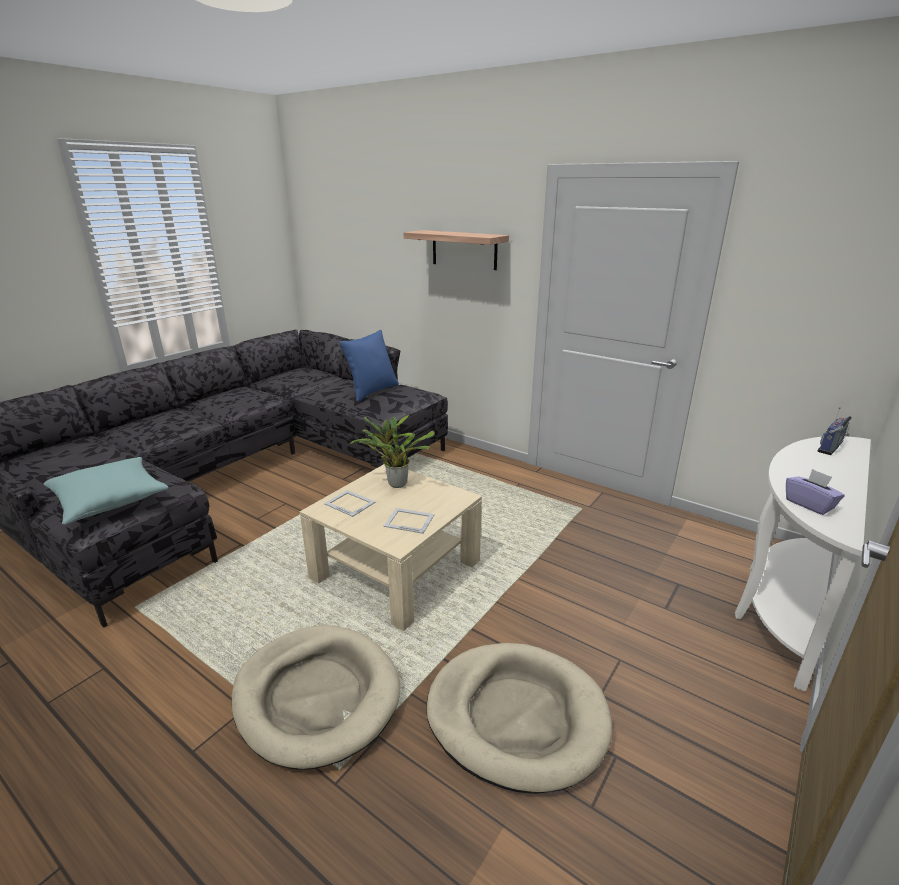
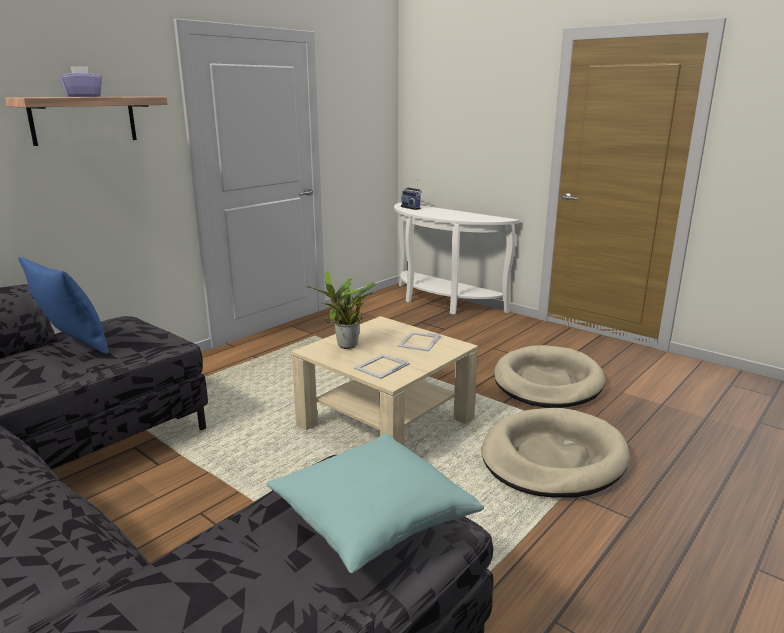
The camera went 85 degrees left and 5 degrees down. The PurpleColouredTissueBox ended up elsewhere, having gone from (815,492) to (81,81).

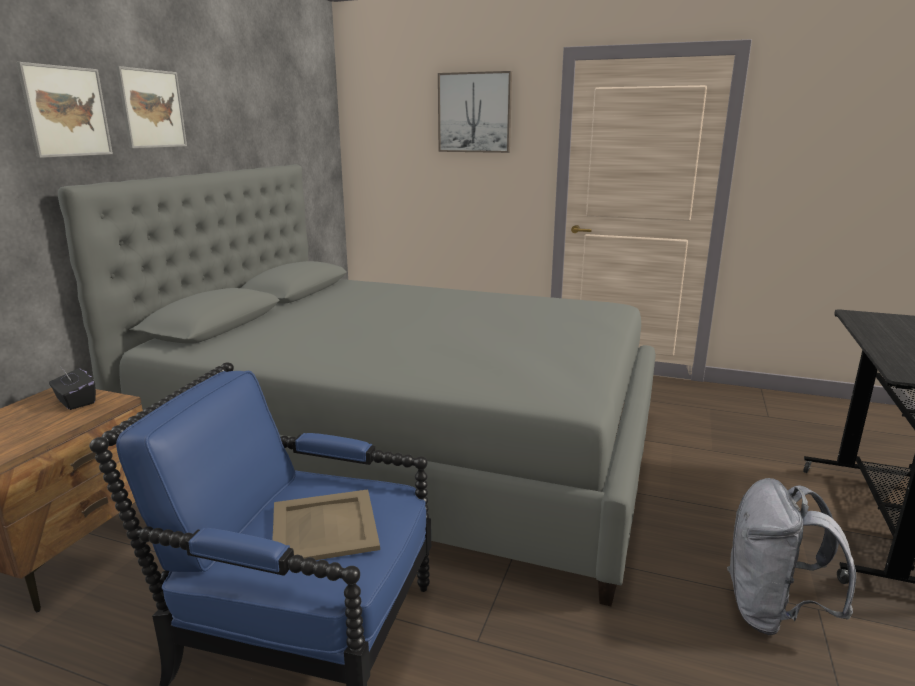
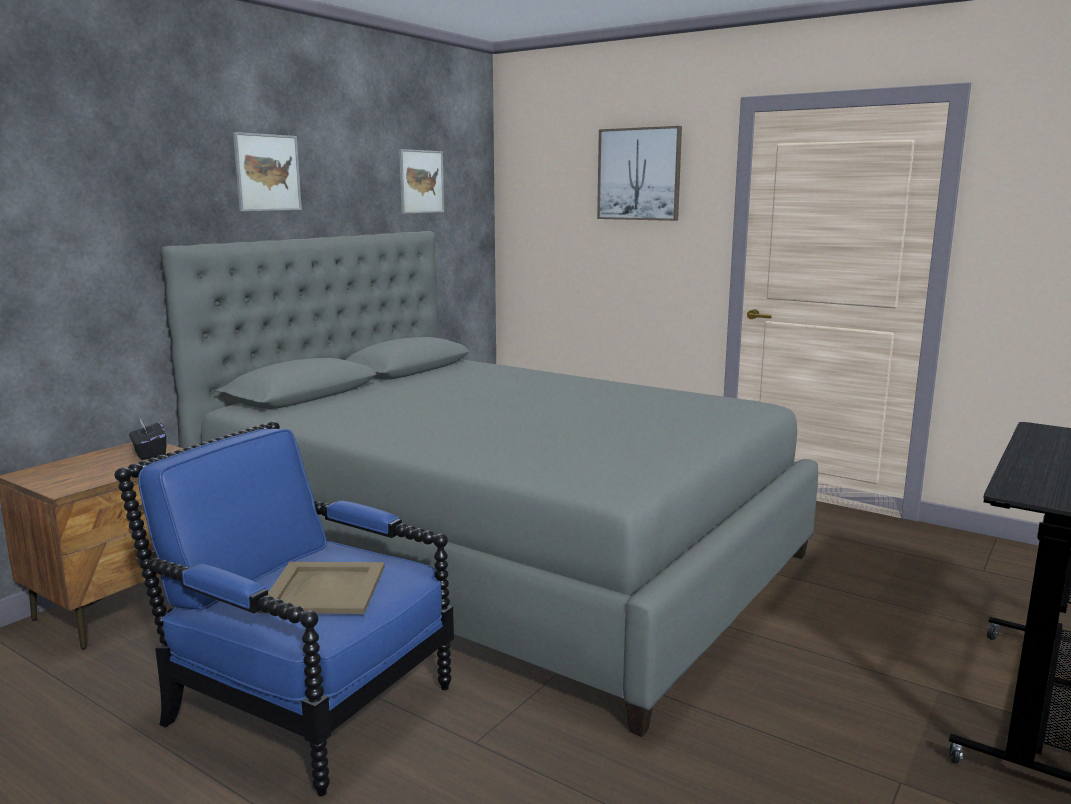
The camera went 15 degrees right and 5 degrees down. The Picture ended up elsewhere, having gone from (65,110) to (421,181). The second view lost the GrayRucksack at (791,556).

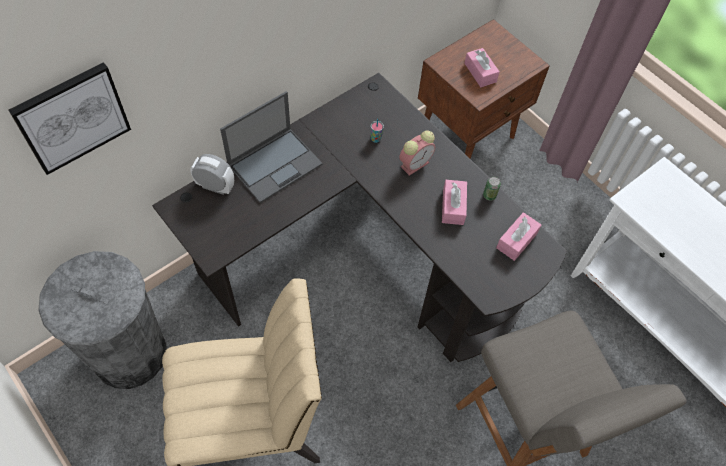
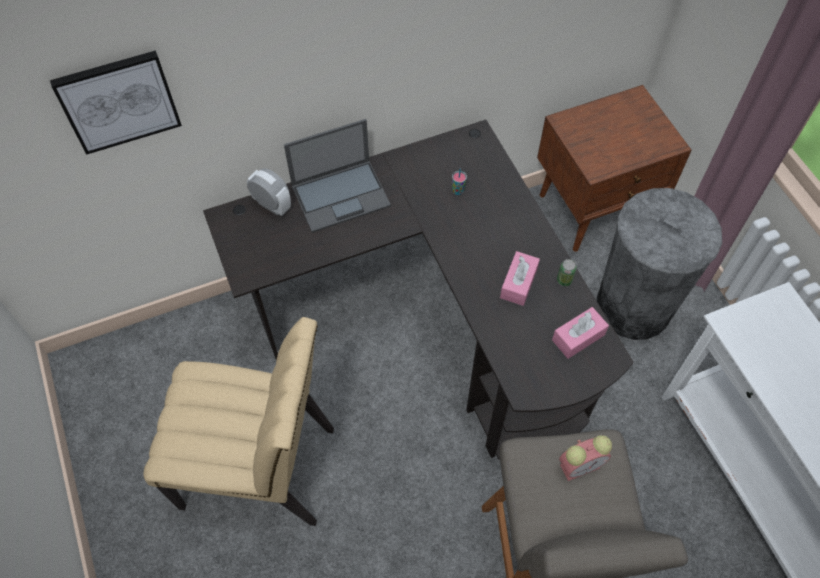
The camera went 20 degrees right and 0 degrees up. The second view lost the PinkTissueBox at (482,67). The BedsideClock ended up elsewhere, having gone from (417,153) to (585,458). The GrayRubbishBin ended up elsewhere, having gone from (102,320) to (659,264).

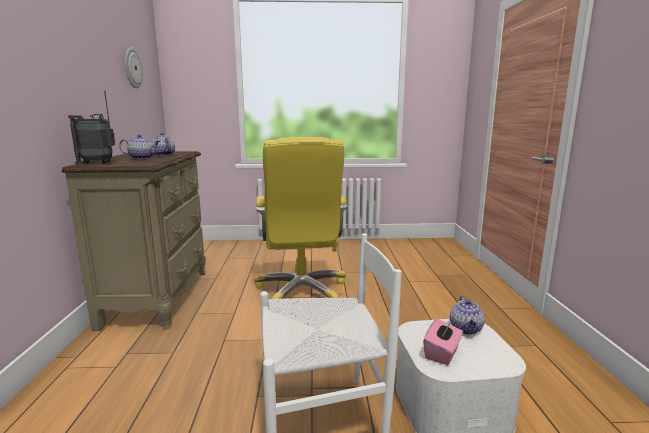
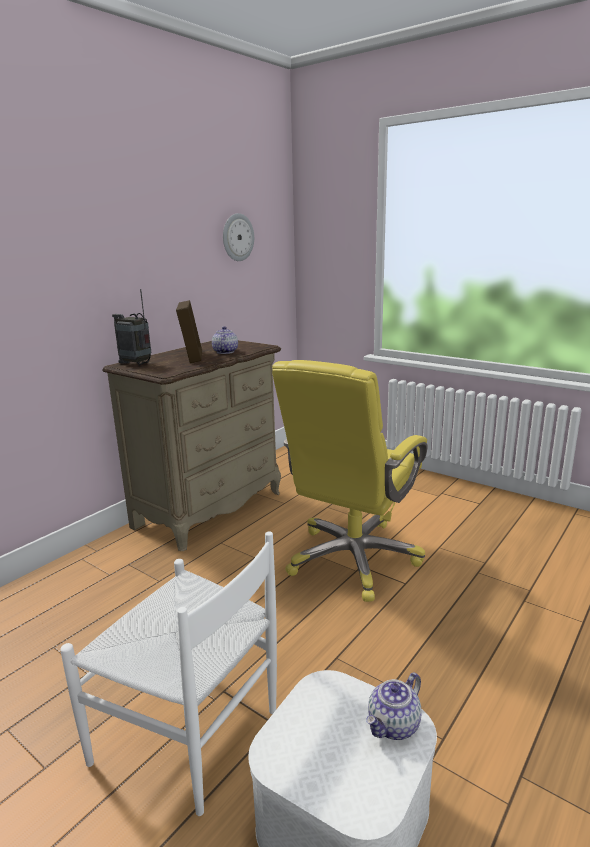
The camera went 40 degrees right and 5 degrees up. Where the PotForTea stood at (139,146), the StandingFrame came to stand at (189,331). The second view lost the PinkTissueBox at (443,342).

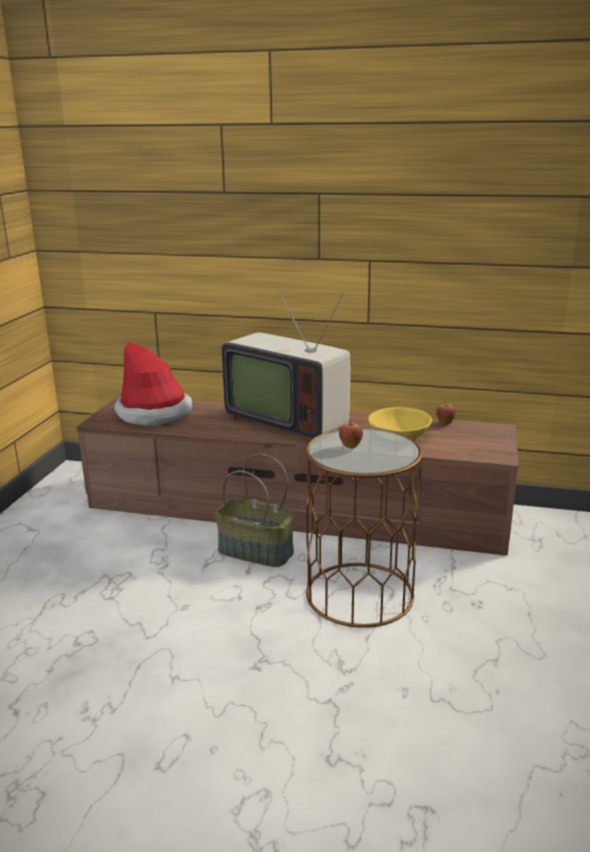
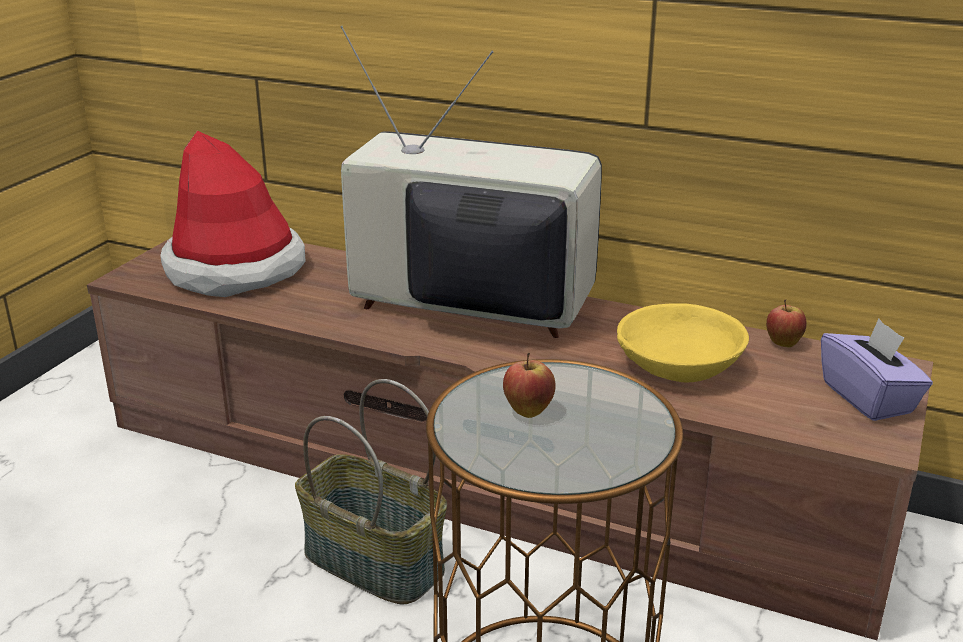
The camera went 10 degrees right and 5 degrees up. The Television at (286,363) ended up facing another way, 150 degrees clockwise from before. The second view gained the PurpleColouredTissueBox at (877,370).

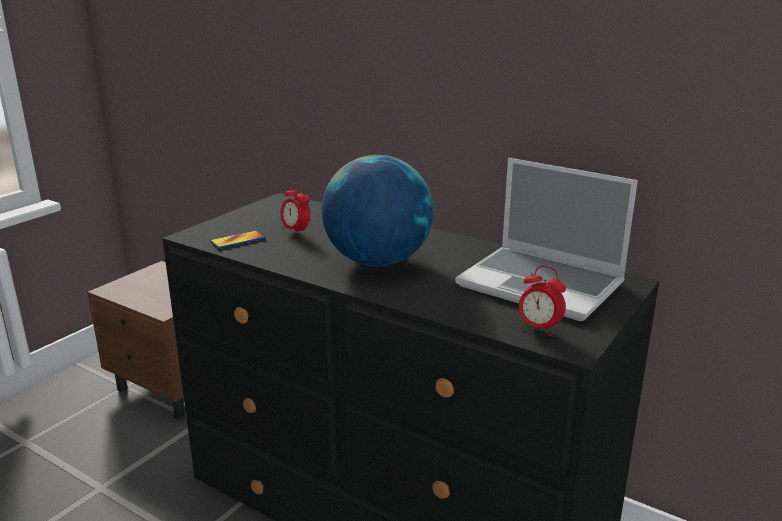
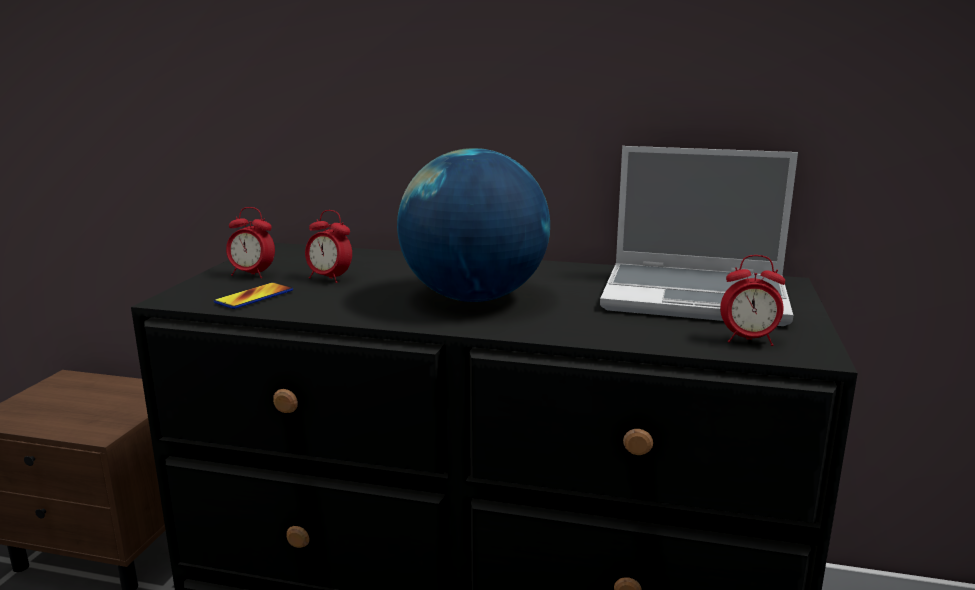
The camera went 20 degrees left and 5 degrees down. The second view gained the BedsideClock at (250,242).

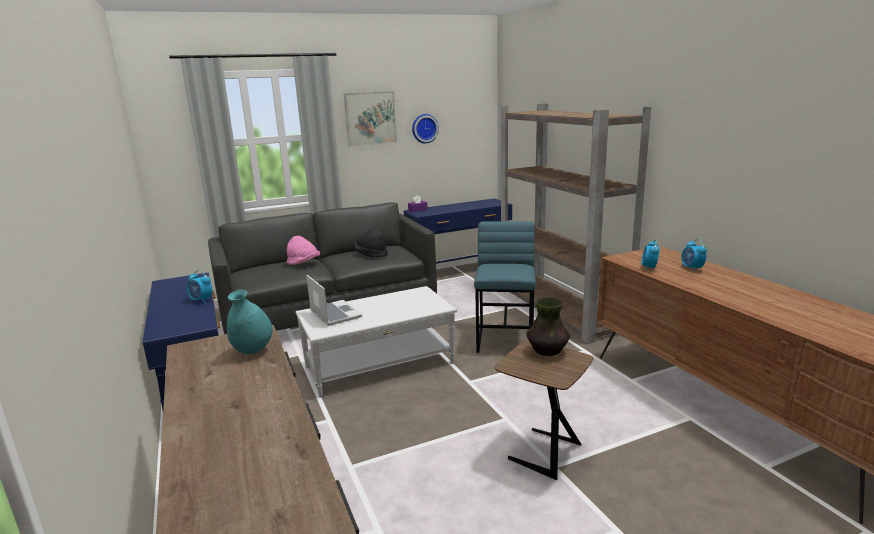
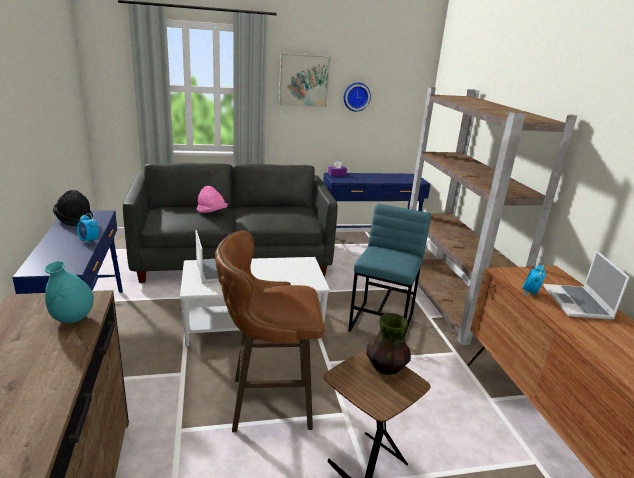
The camera went 10 degrees right and 5 degrees up. The BlackClothingHat ended up elsewhere, having gone from (371,243) to (73,208). Where the BedsideClock stood at (694,255), the PortableComputer came to stand at (586,285). The second view gained the BrownishStoolSeat at (270,331).

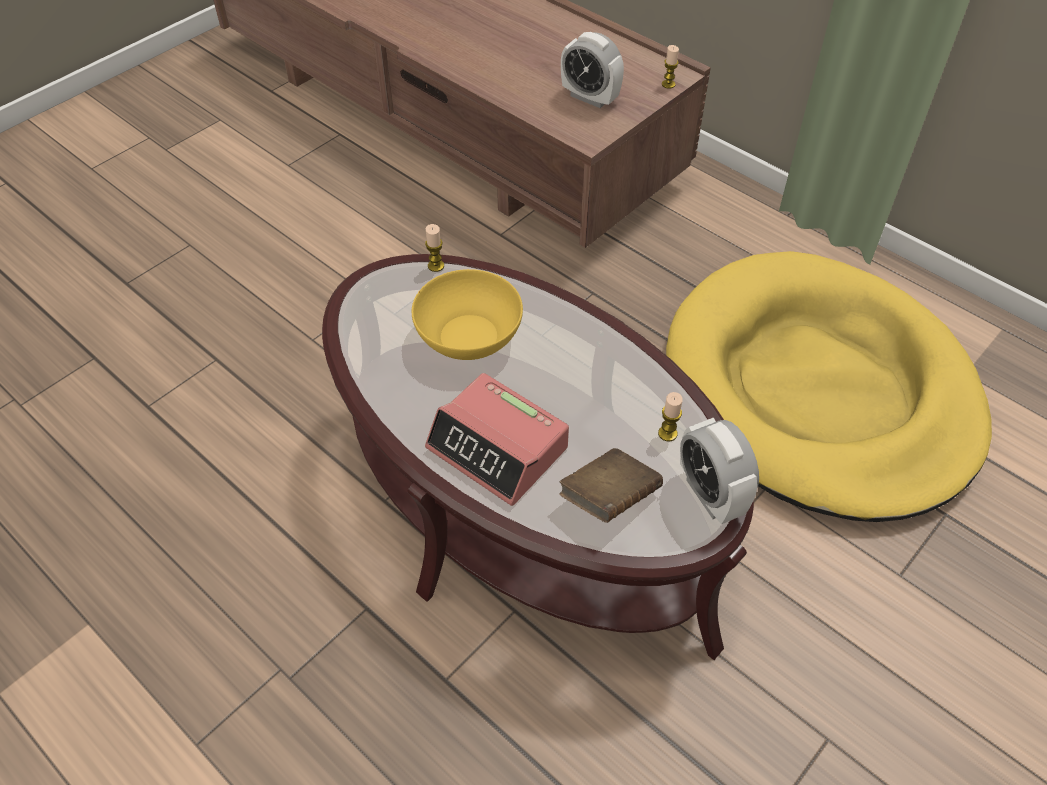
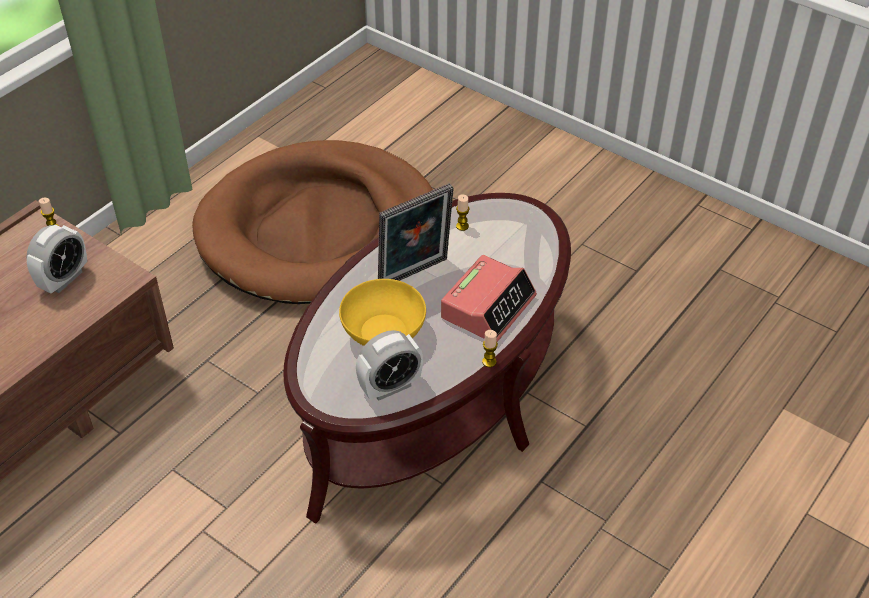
The camera went 95 degrees left and 5 degrees down. The Candle ended up elsewhere, having gone from (434,248) to (490,348). What was the YellowishPetBed at (829,386) turned into the BrownishPetBed at (312,222). The BedsideClock ended up elsewhere, having gone from (719,470) to (389,365). The second view lost the BrownishBook at (611,485). The second view gained the StandingFrame at (416,232).

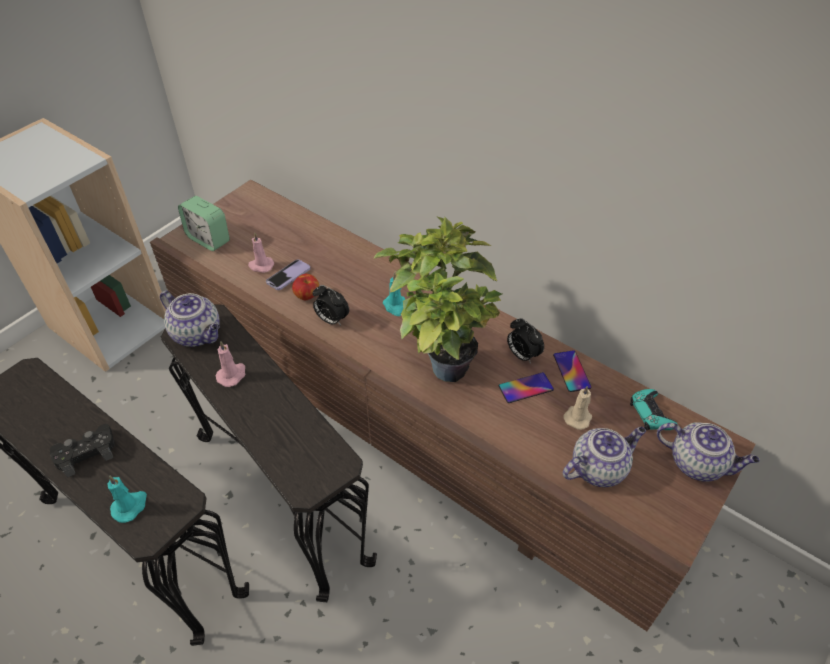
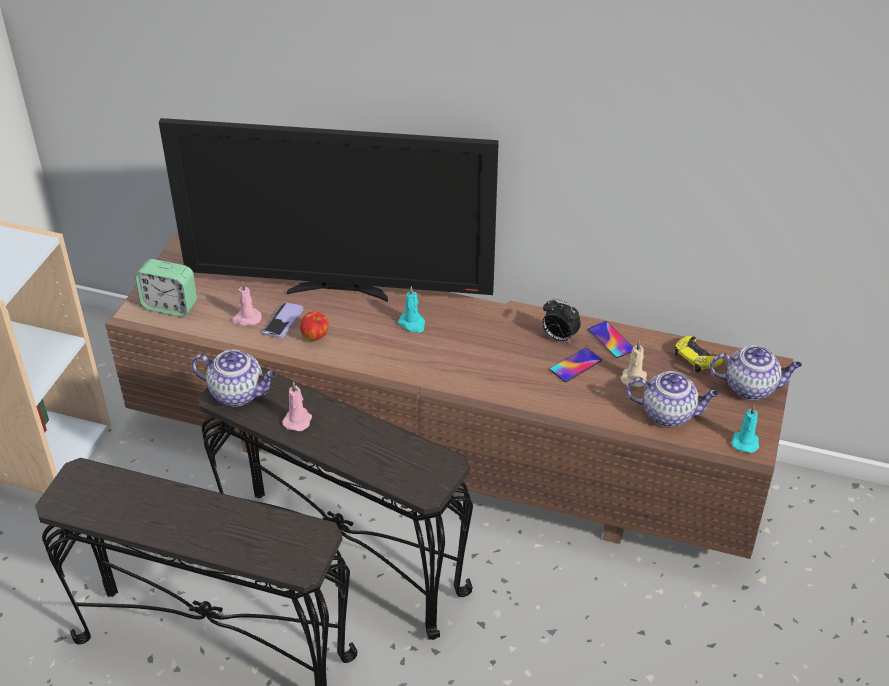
The camera went 20 degrees left and 5 degrees down. The second view lost the PottedPlant at (438,299). The second view lost the BedsideClock at (331,305). What was the BlueGreenGameController at (653,409) turned into the YellowishGameController at (699,354). The second view lost the BlackGameController at (82,450). The PotForTea at (604,457) ended up facing another way, 60 degrees clockwise from before. The BlueGreenCandle ended up elsewhere, having gone from (127,499) to (745,429). The second view gained the Television at (329,210).

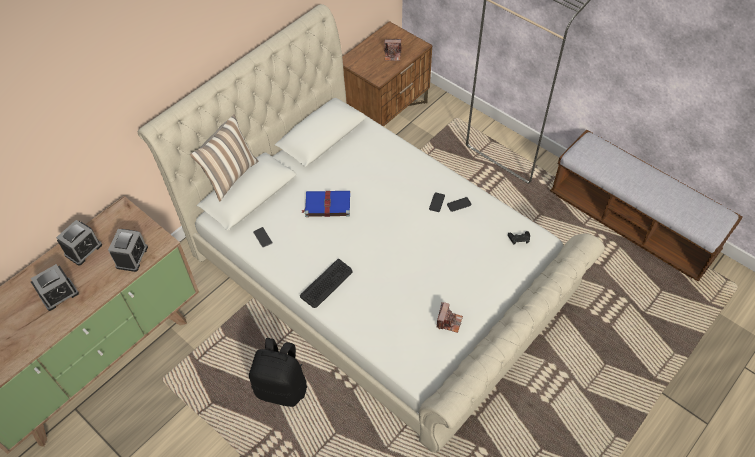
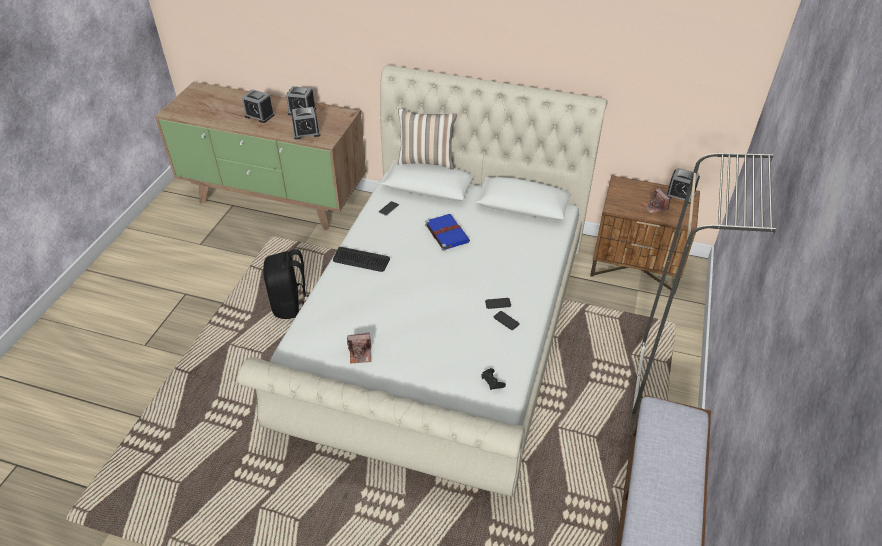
The camera went 65 degrees right and 10 degrees down. The second view gained the BedsideClock at (683,186).

